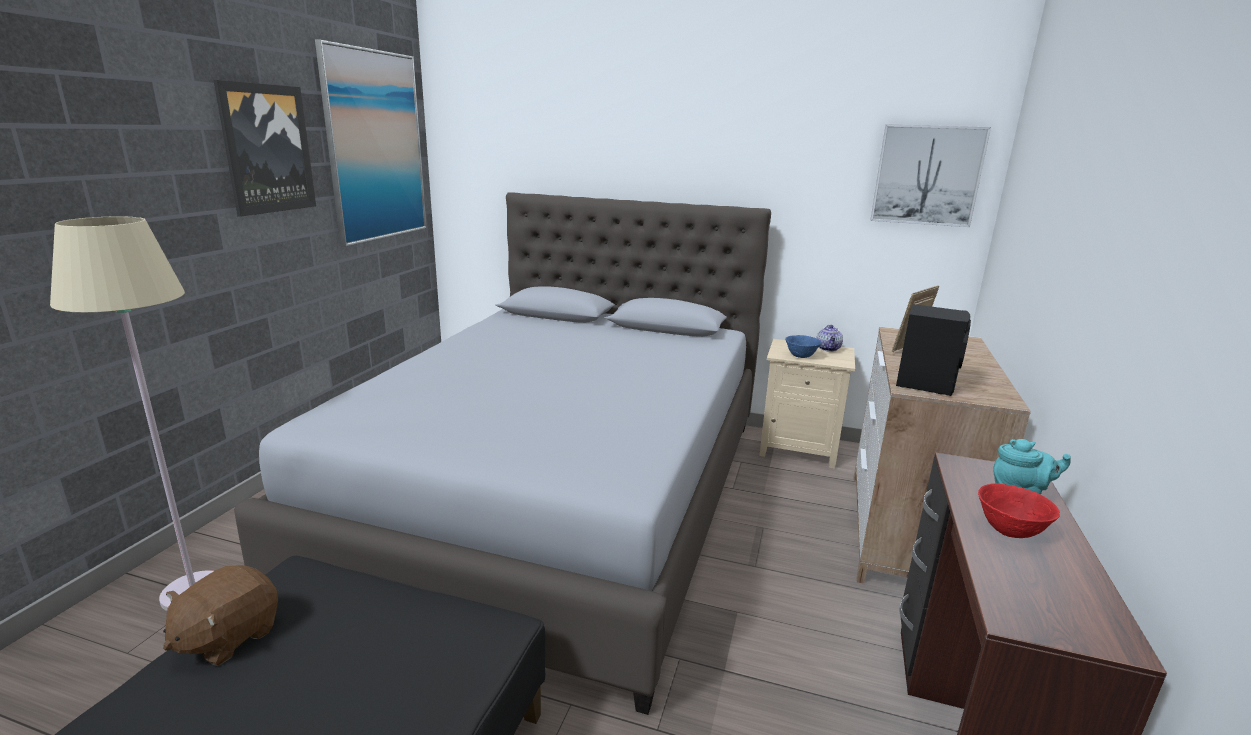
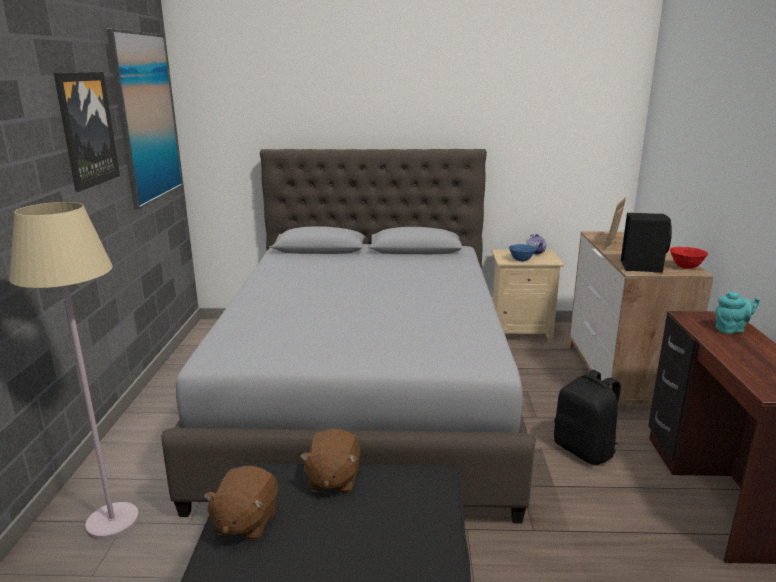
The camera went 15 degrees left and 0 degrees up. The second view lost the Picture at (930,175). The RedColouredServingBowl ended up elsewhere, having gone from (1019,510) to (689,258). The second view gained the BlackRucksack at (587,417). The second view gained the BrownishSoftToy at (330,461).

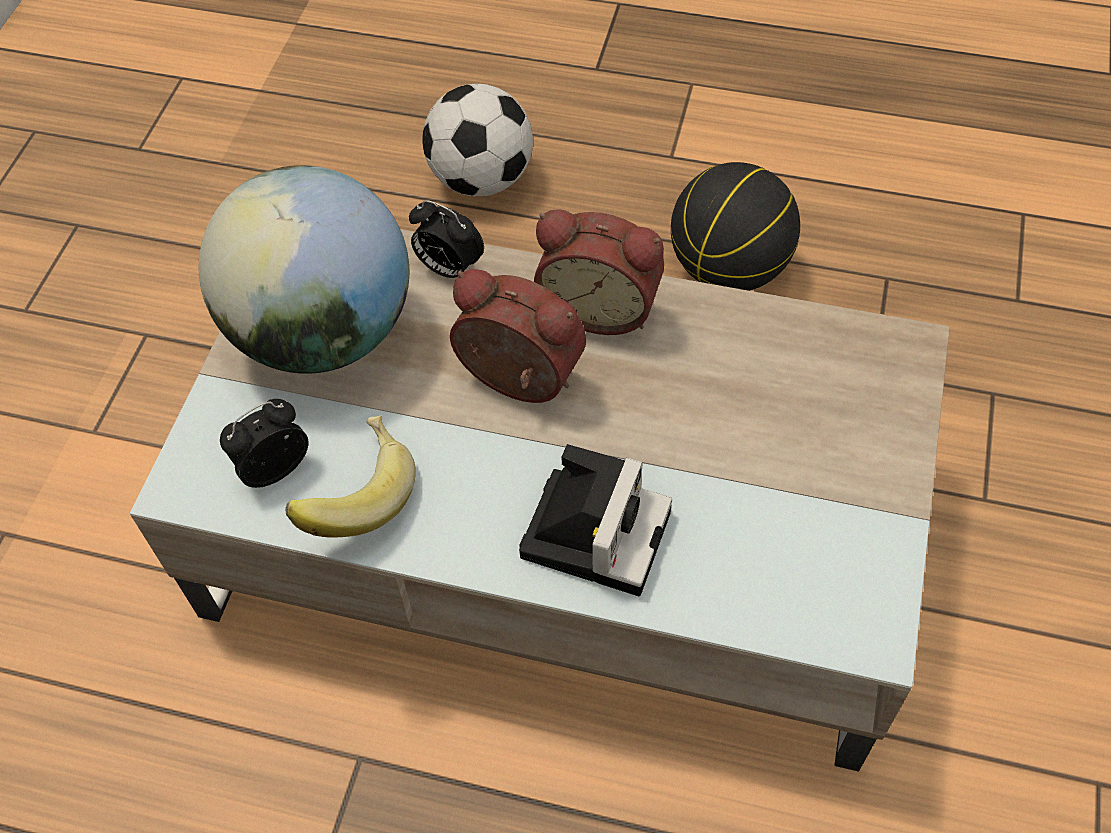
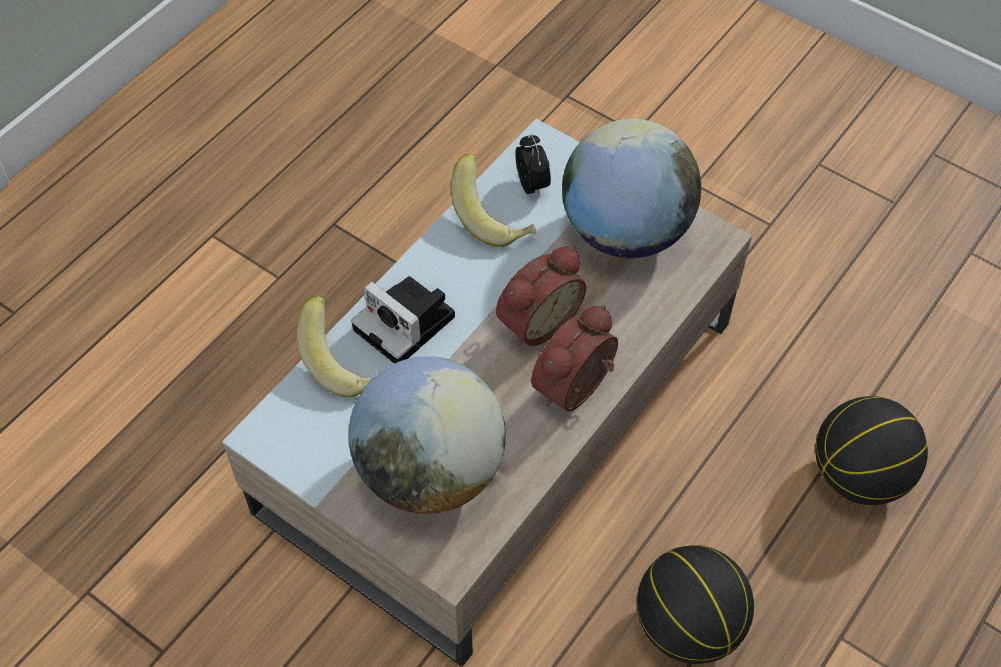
The camera went 110 degrees right and 0 degrees up. Where the BallForFootball stood at (477,140), the BasketballBall came to stand at (871,450). The second view lost the BedsideClock at (446,239). The second view gained the Banana at (335,346). The second view gained the DeskGlobe at (427,435).

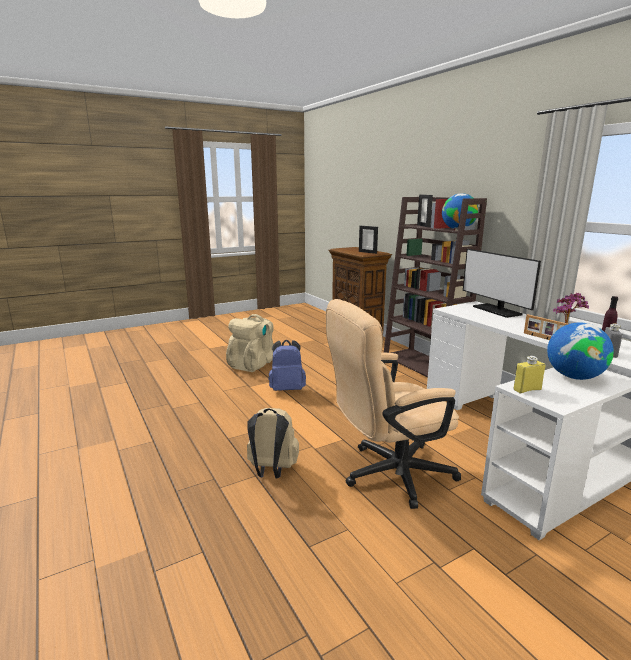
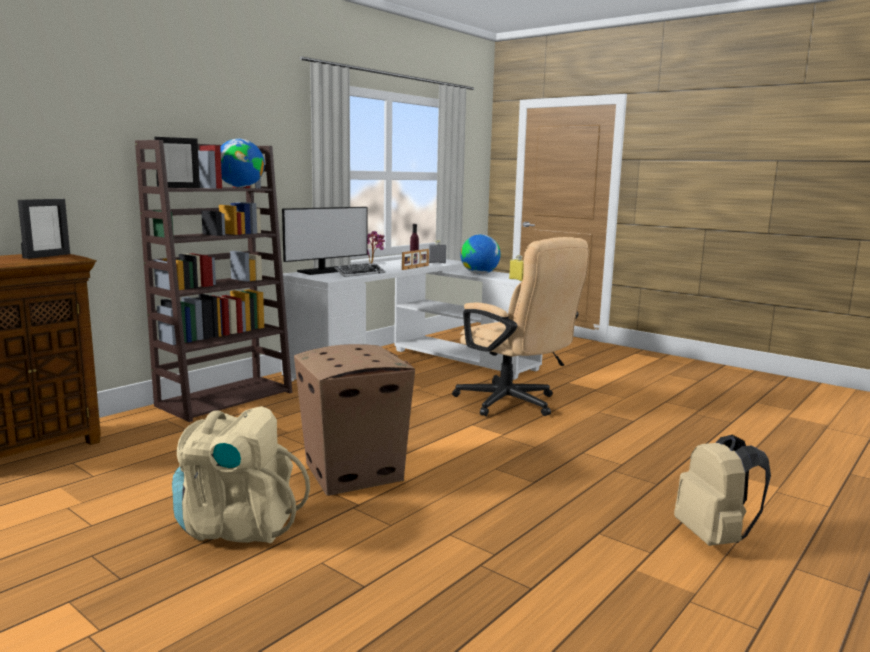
The camera went 110 degrees left and 5 degrees down. Where the BlueRucksack stood at (287,365), the PackingBox came to stand at (354,420). The BeigeColouredRucksack ended up elsewhere, having gone from (273,443) to (722,490). The second view gained the Keyboard at (359,270).

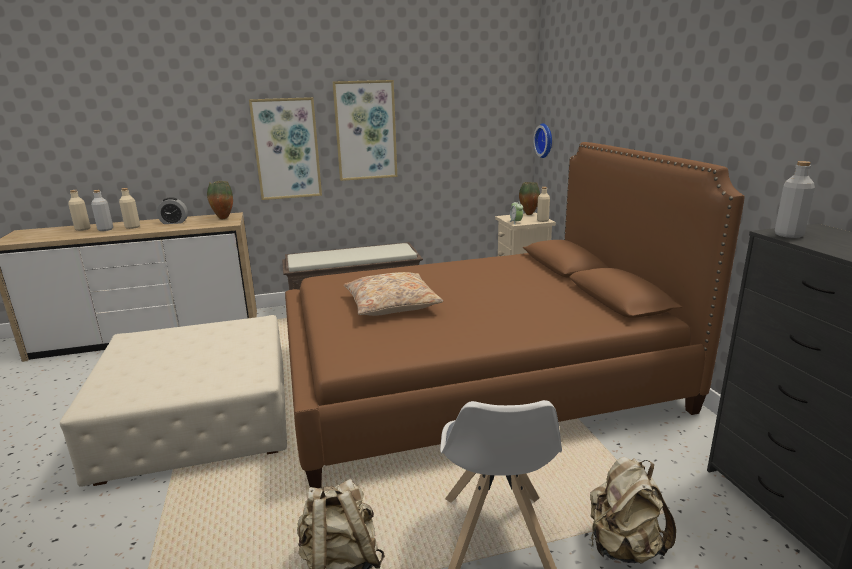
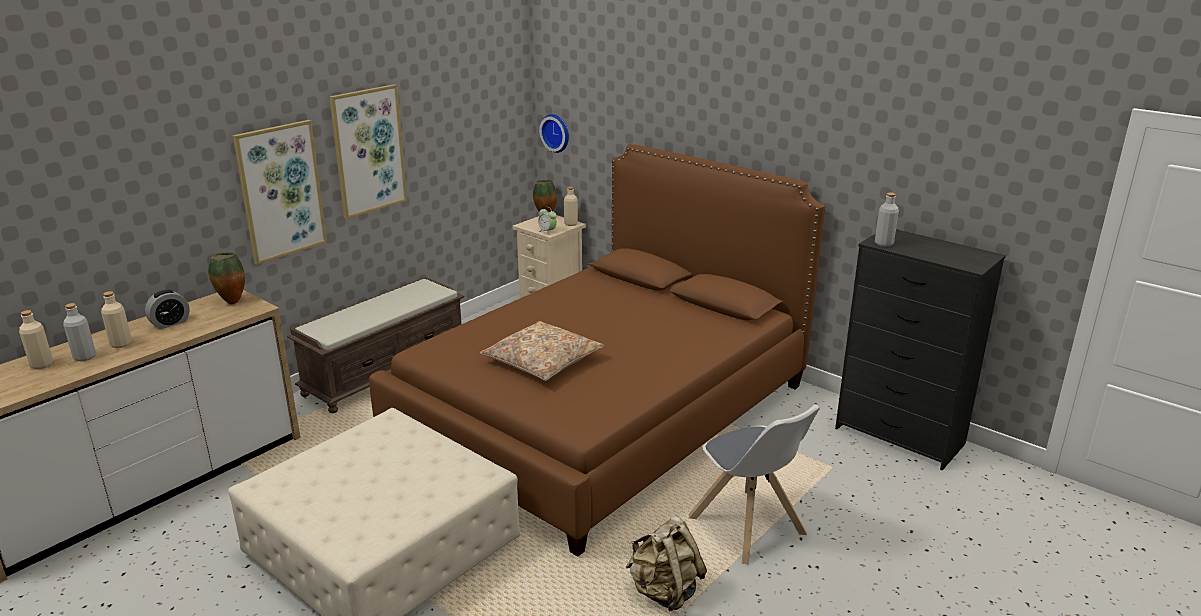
The camera went 35 degrees left and 5 degrees up. The second view lost the BeigeColouredRucksack at (633,510).

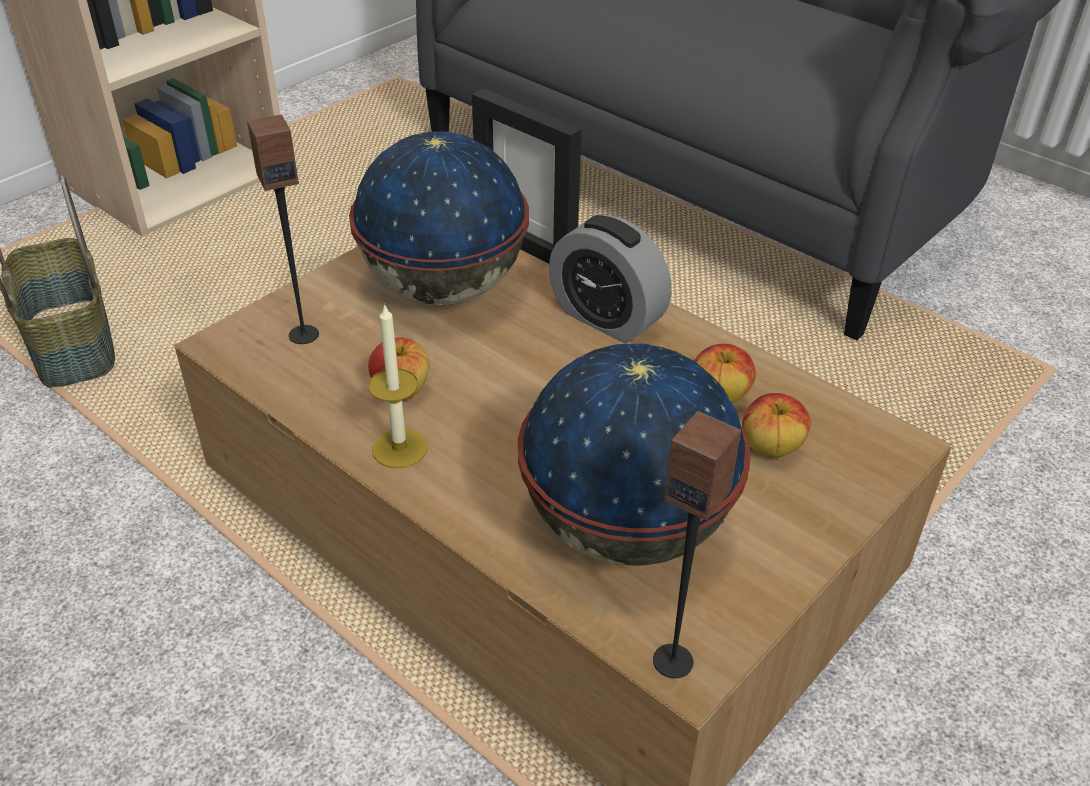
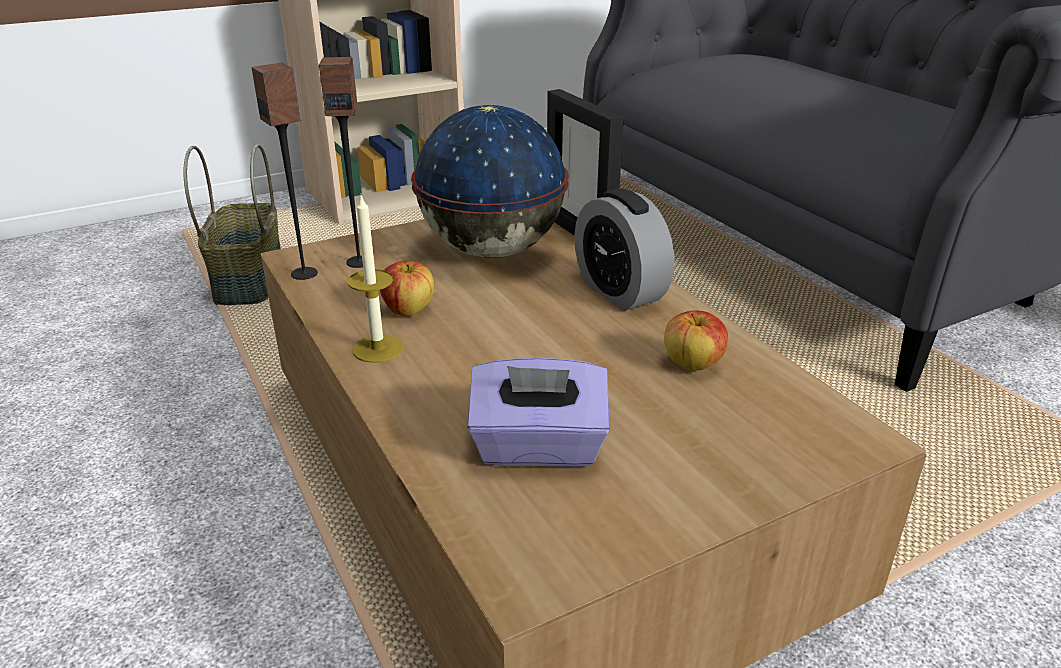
The camera went 20 degrees right and 10 degrees down. Where the DeskGlobe stood at (634,455), the PurpleColouredTissueBox came to stand at (538,412). The second view lost the AppleFruit at (776,425). The Speaker ended up elsewhere, having gone from (697,544) to (285,171).

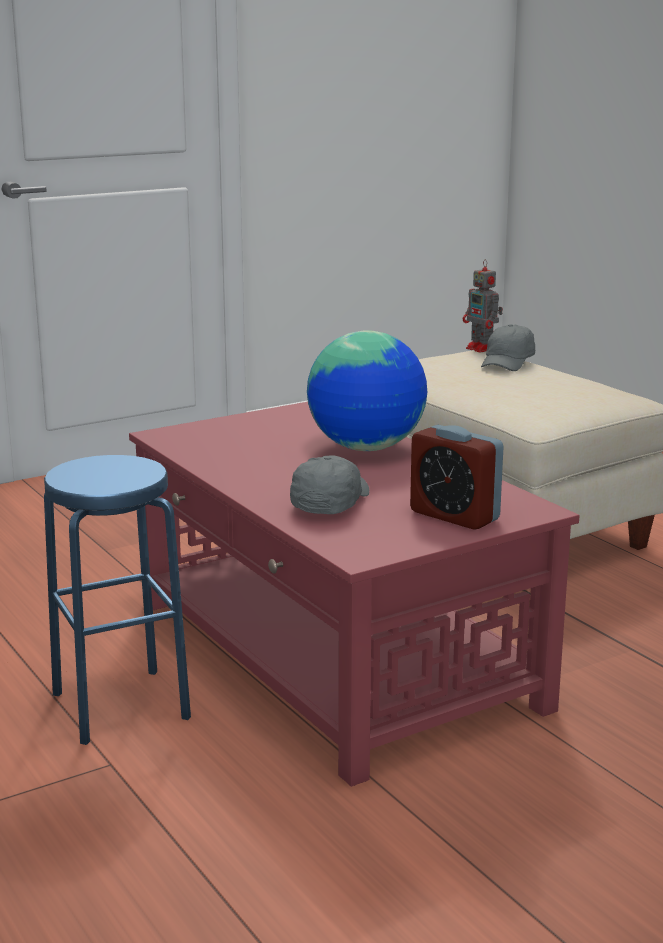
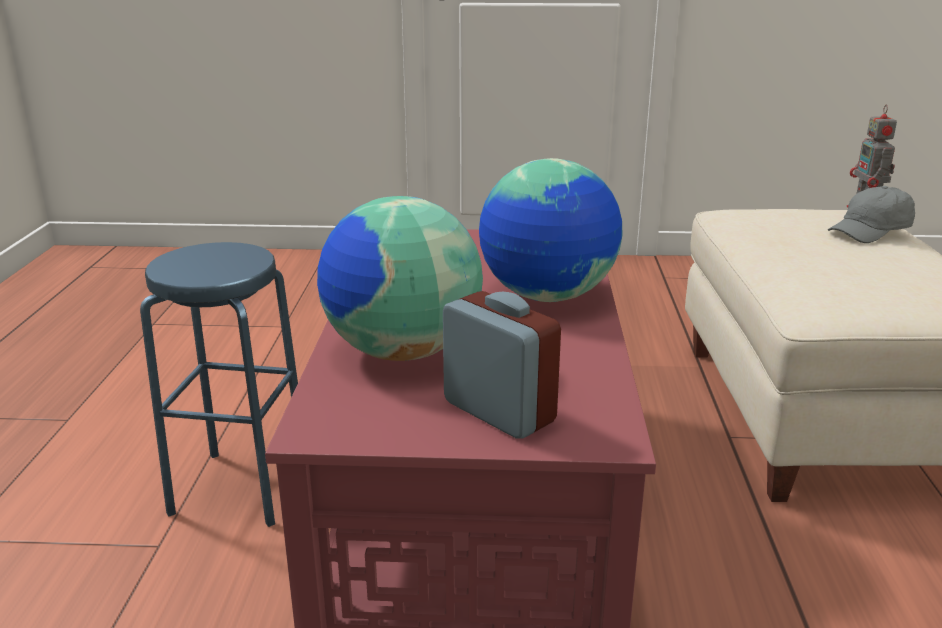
The camera went 35 degrees right and 5 degrees up. The BedsideClock at (457,477) ended up facing another way, 150 degrees clockwise from before. Where the GrayPeakedCap stood at (329,485), the DeskGlobe came to stand at (400,278).

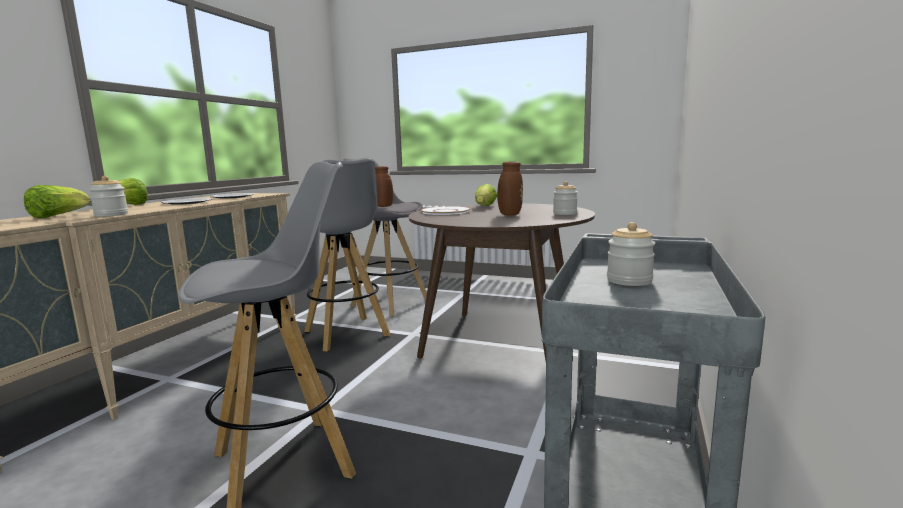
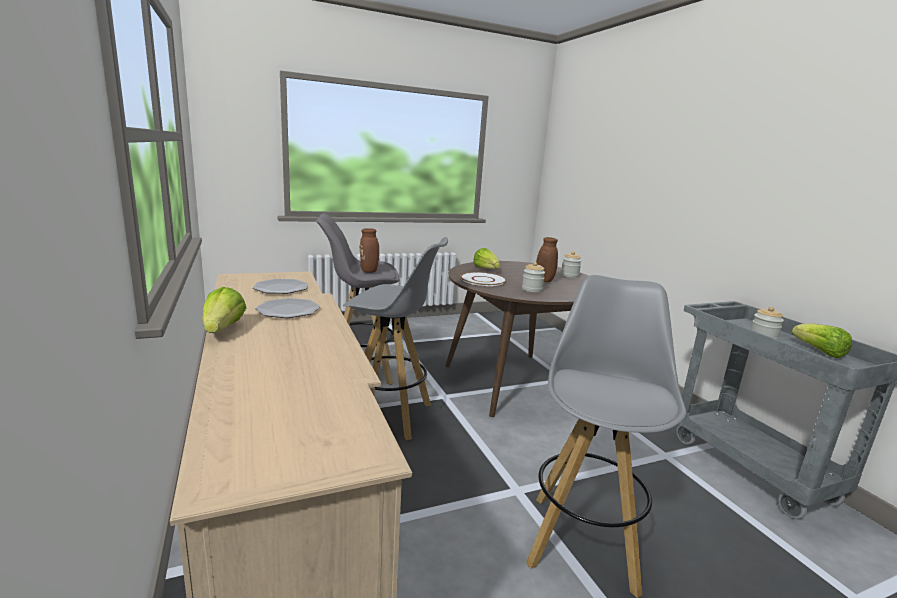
The camera went 45 degrees left and 5 degrees up. The Jar ended up elsewhere, having gone from (108,196) to (533,277). The Lettuce ended up elsewhere, having gone from (57,201) to (822,340).

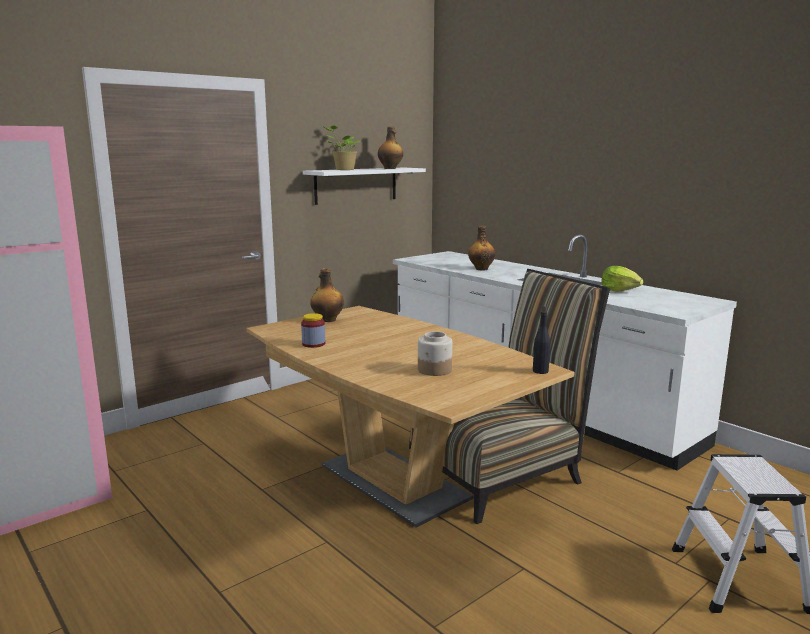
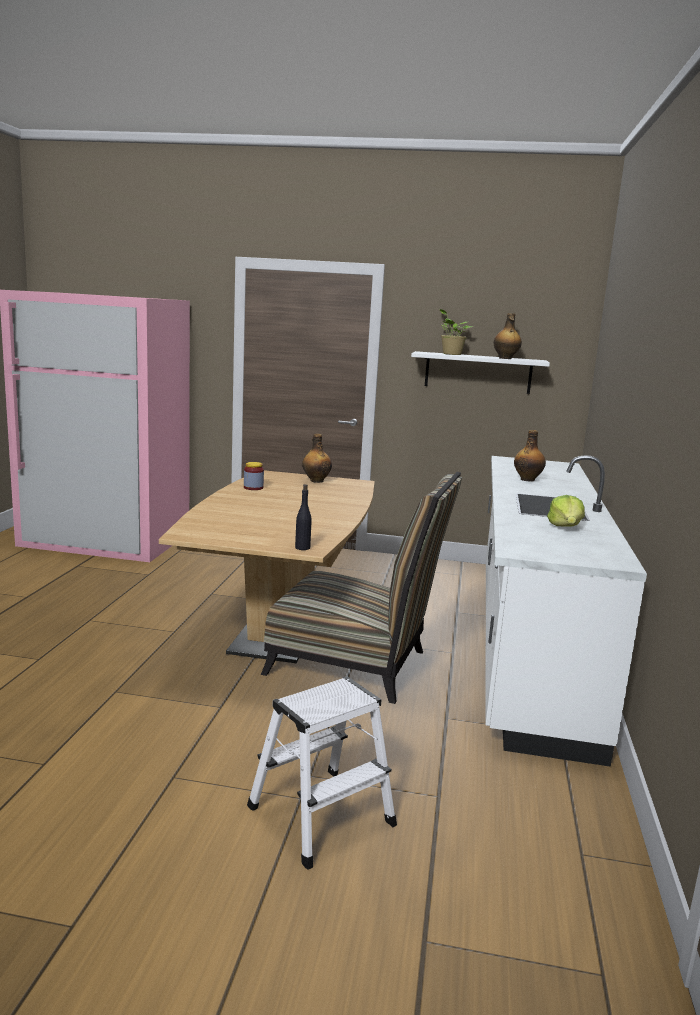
The camera went 50 degrees right and 0 degrees up. The second view lost the Jar at (435,354).

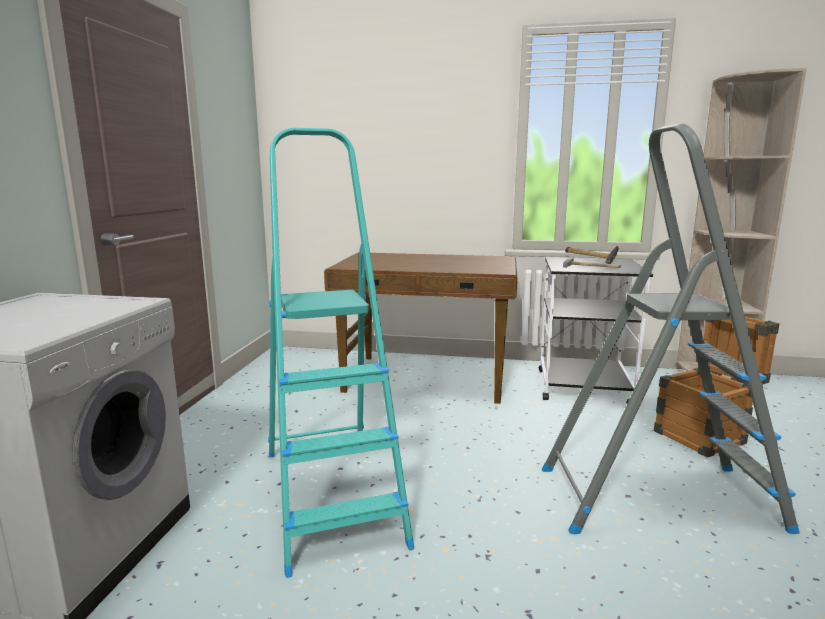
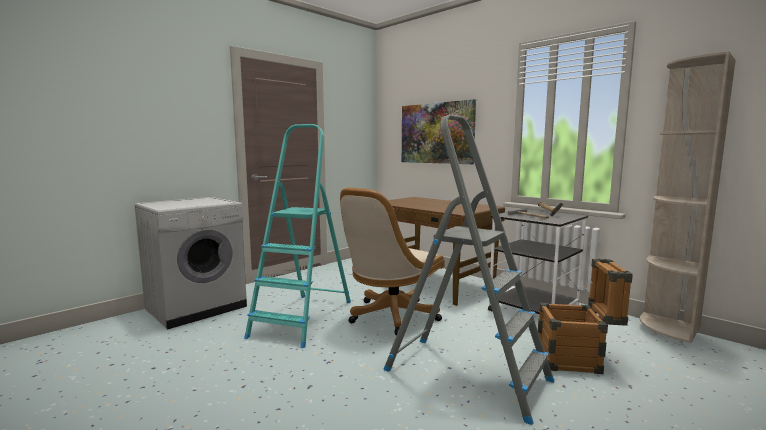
The camera went 35 degrees right and 5 degrees down. The second view gained the Picture at (439,131). The second view gained the OfficeChair at (392,262).

